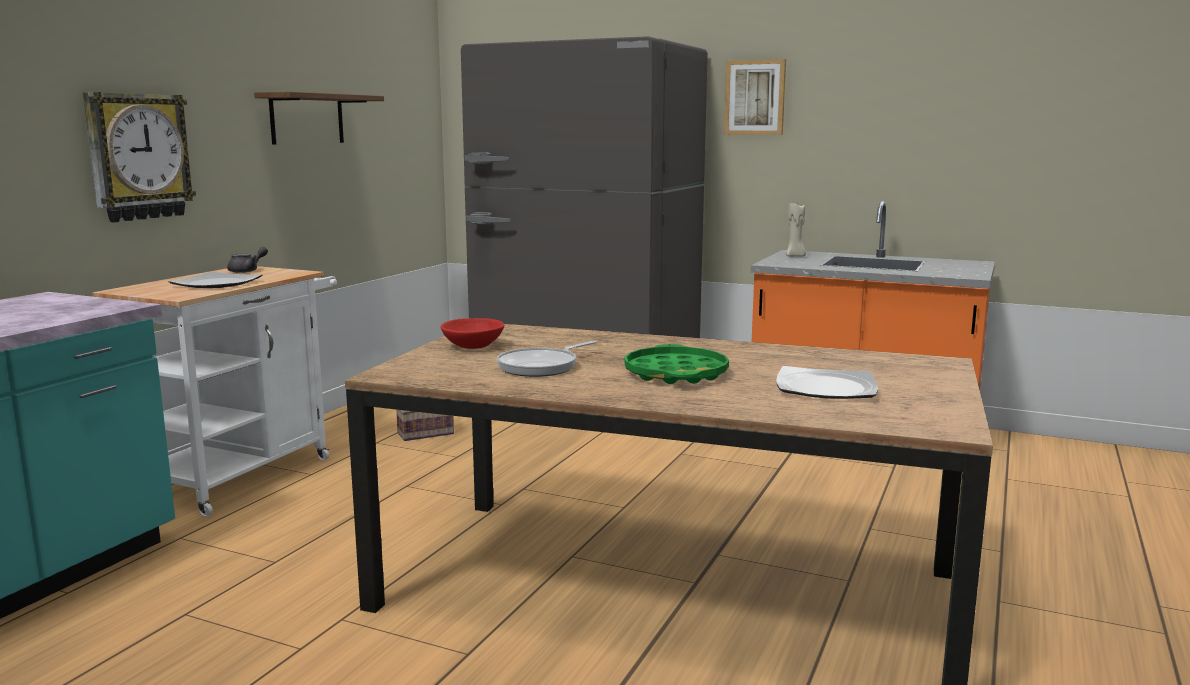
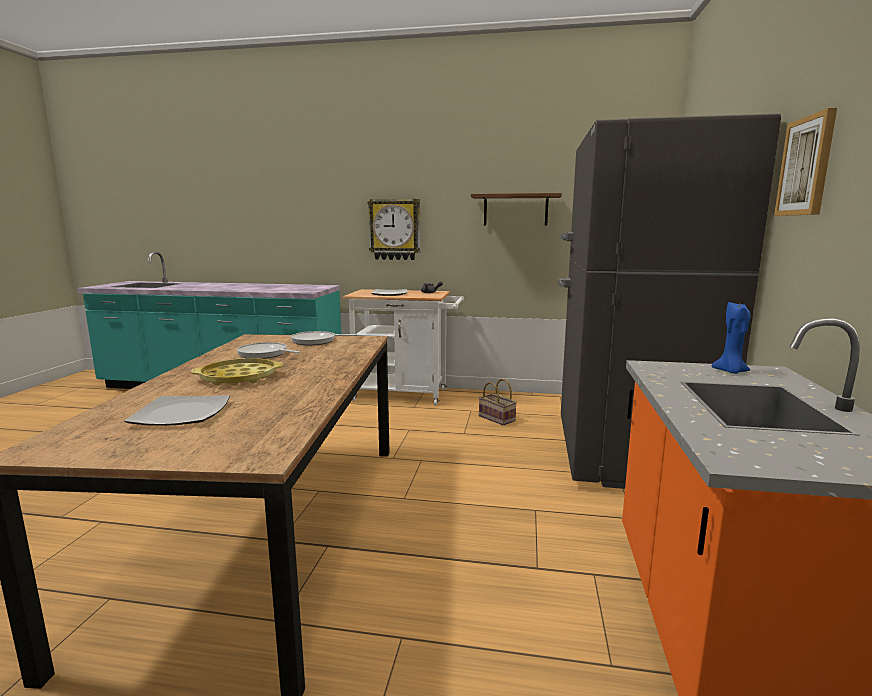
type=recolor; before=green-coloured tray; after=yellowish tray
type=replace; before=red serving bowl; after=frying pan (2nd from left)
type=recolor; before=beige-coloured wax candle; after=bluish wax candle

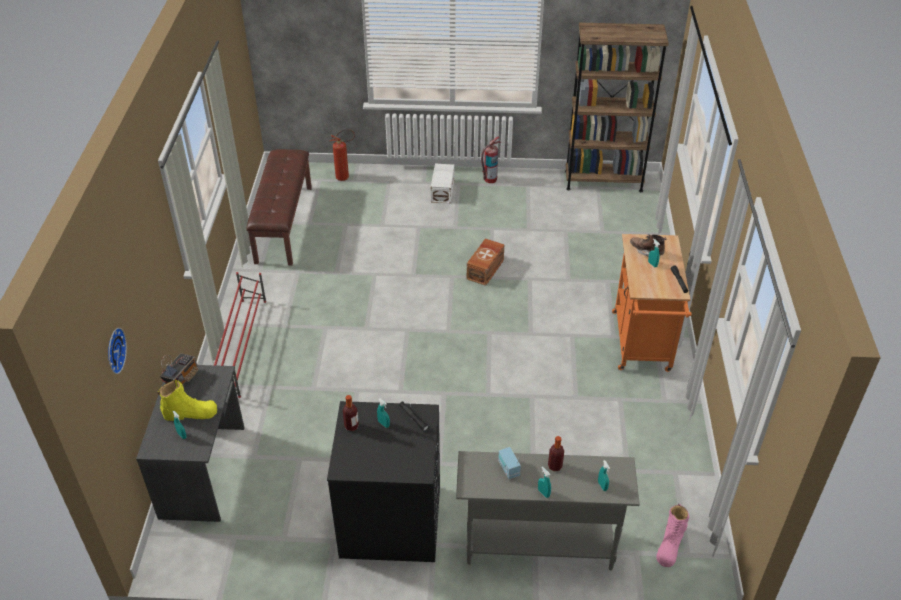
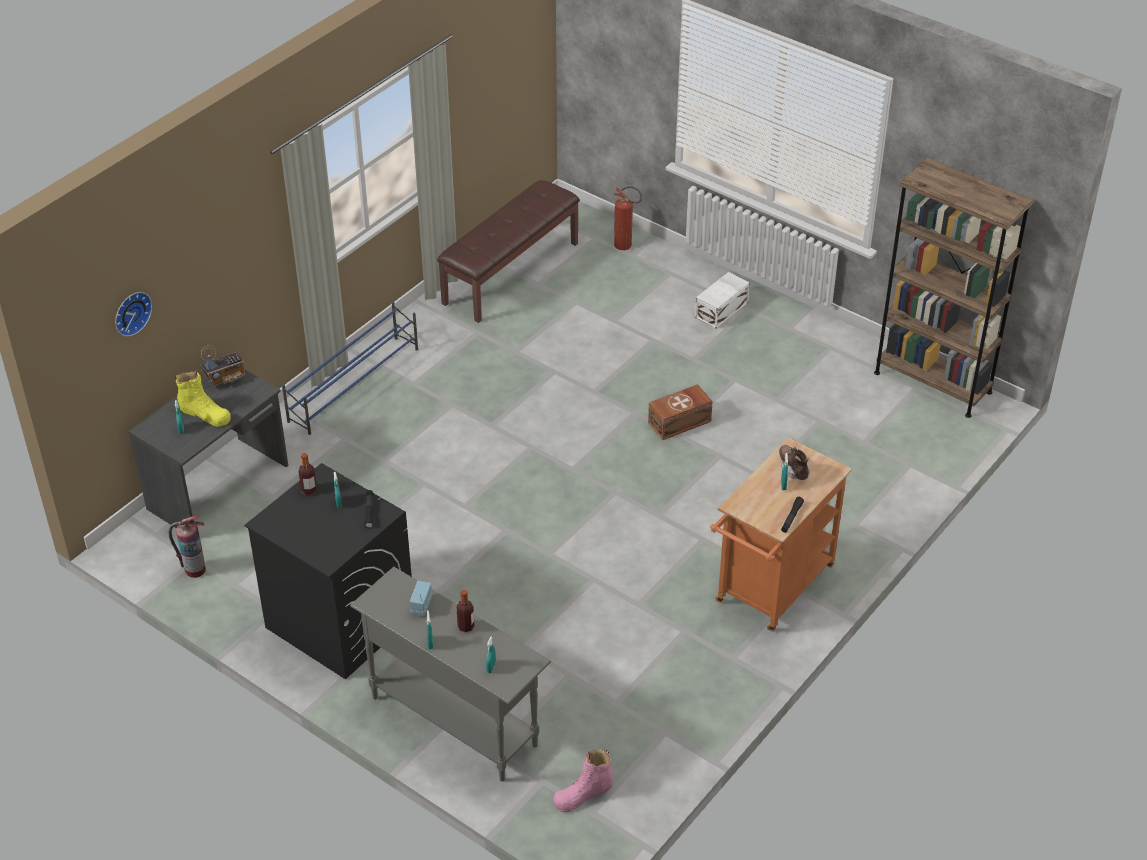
type=move; before=extinguisher (2nd from left in the first image); after=extinguisher (1st from left)
type=recolor; before=red shoe stand; after=bluish shoe stand

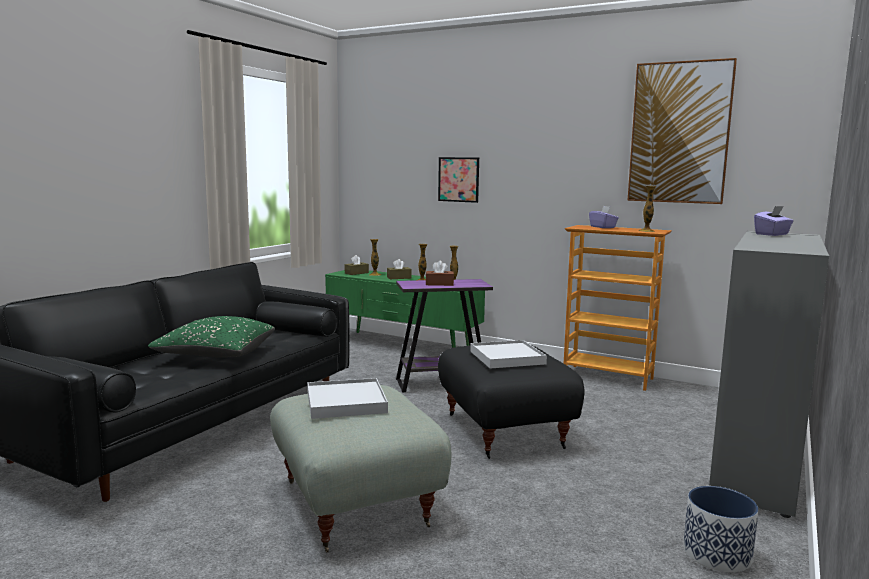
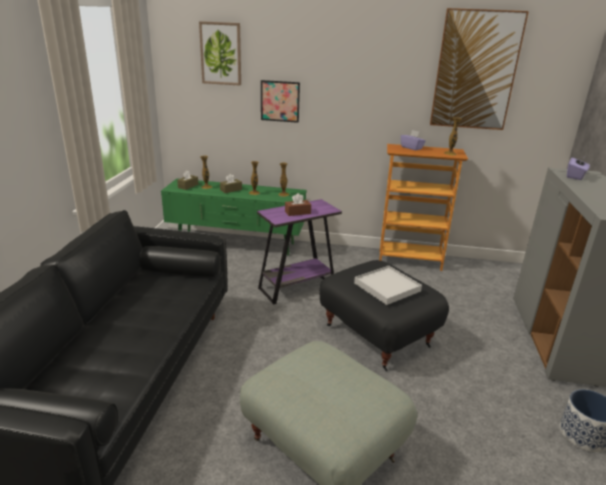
type=insert; after=picture (1st from left)
type=delete; before=green-coloured throw pillow
type=delete; before=white-coloured tray (1st from left)

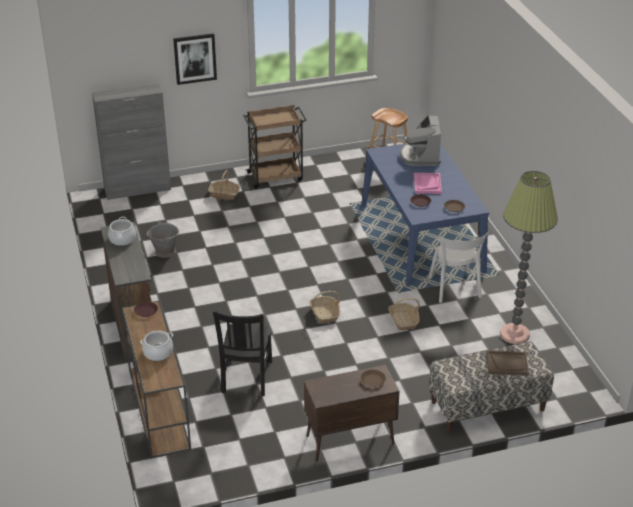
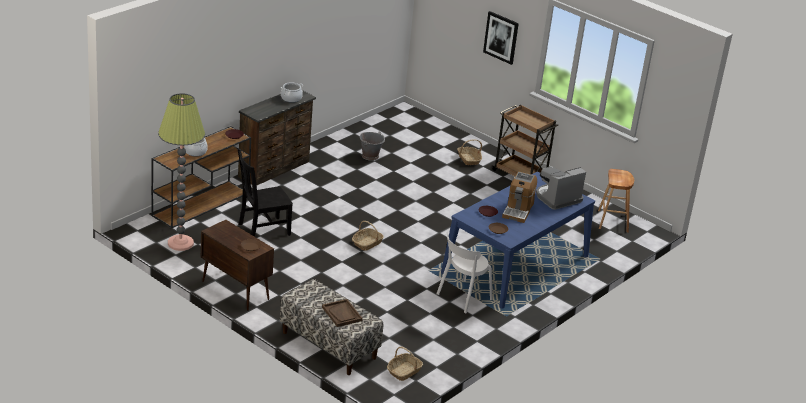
type=move; before=standing lamp
type=move; before=storage basket (3rd from left in the first image); after=storage basket (2nd from left)
type=replace; before=pink tray; after=coffee machine (1st from left)
type=delete; before=gray cabinet

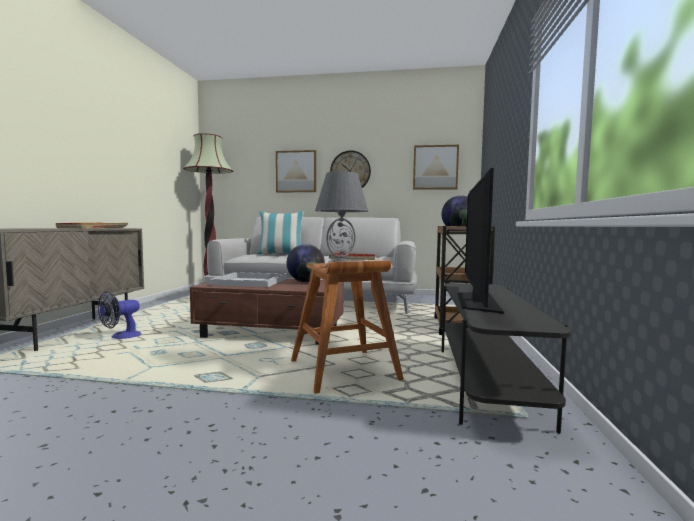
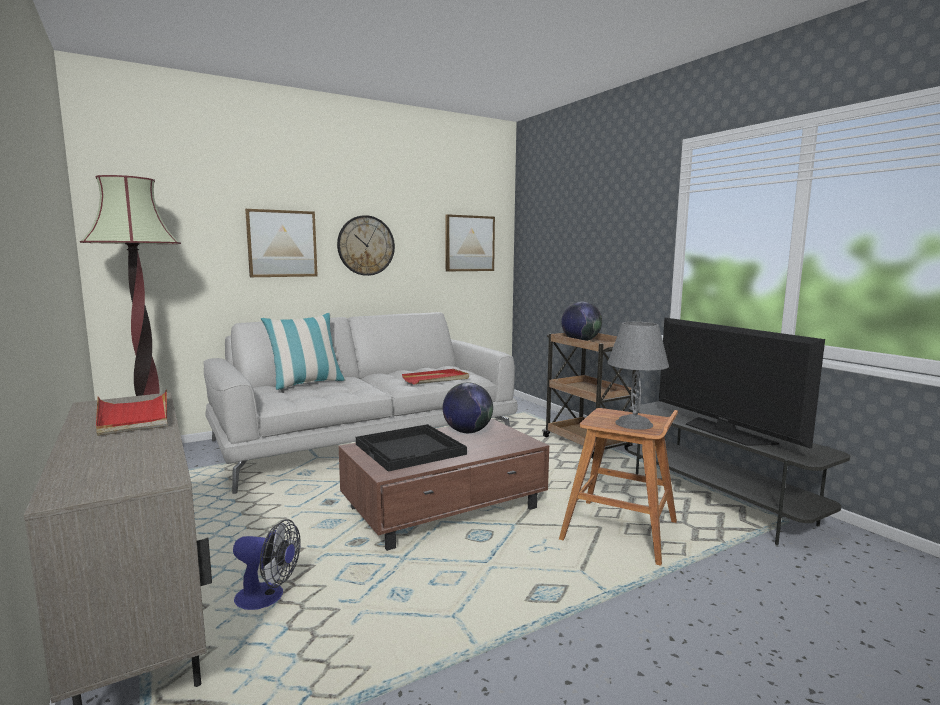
type=rotate; before=electric fan; turn=-75
type=recolor; before=white-coloured tray; after=black-coloured tray

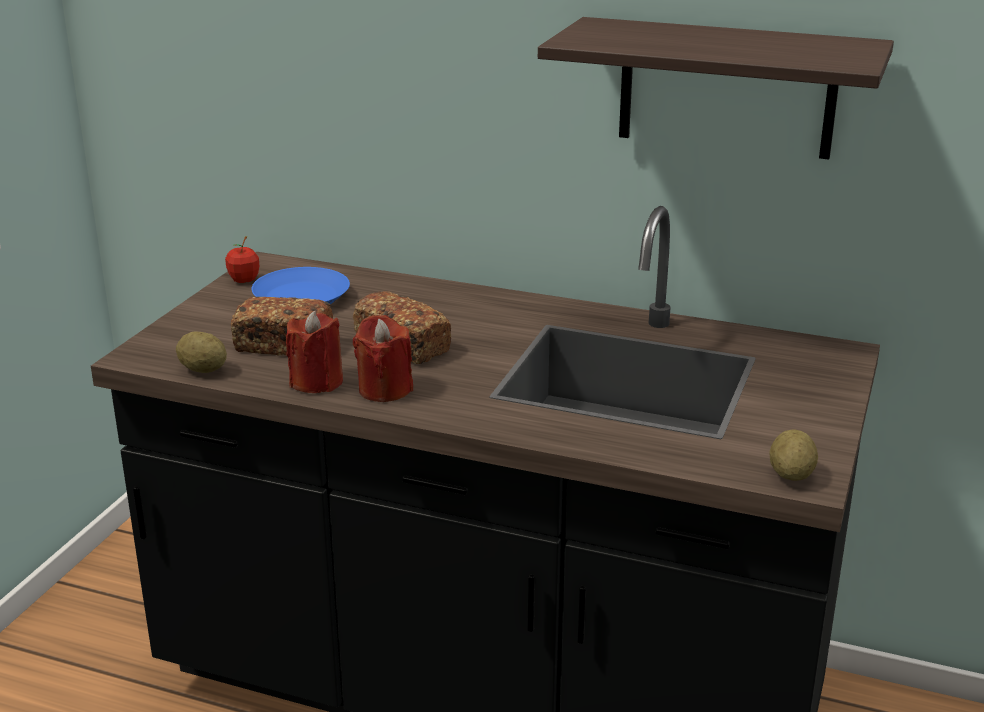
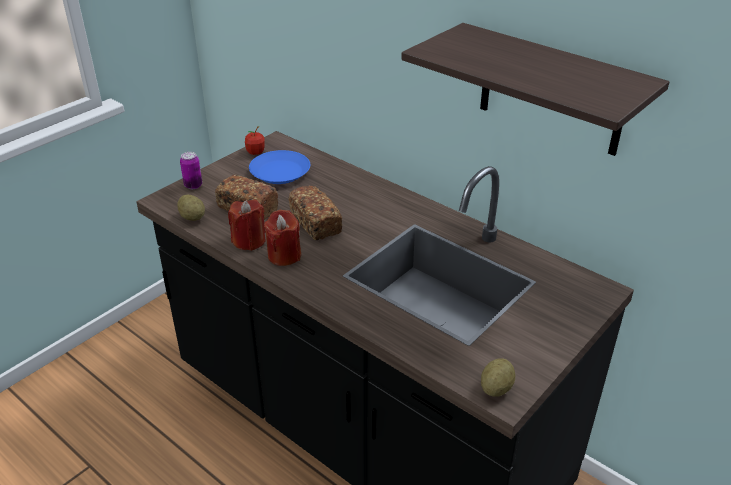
type=insert; after=can

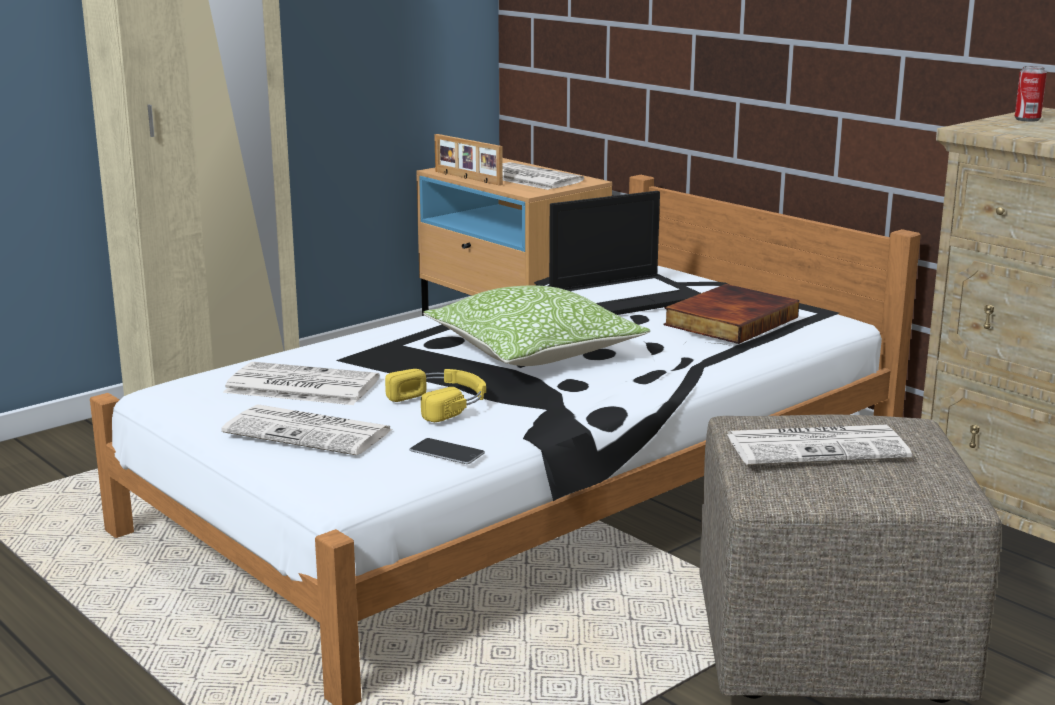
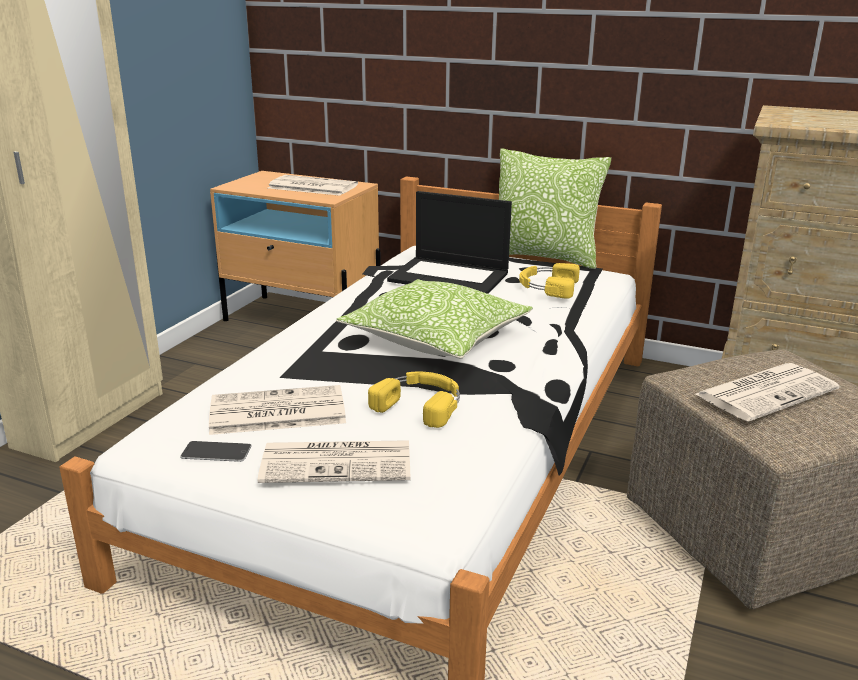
type=move; before=telephone
type=rotate; before=notebook computer; turn=75
type=insert; after=throw pillow (2nd from left)
type=replace; before=book; after=yellowish headset (2nd from left)
type=delete; before=photo frame
type=delete; before=can

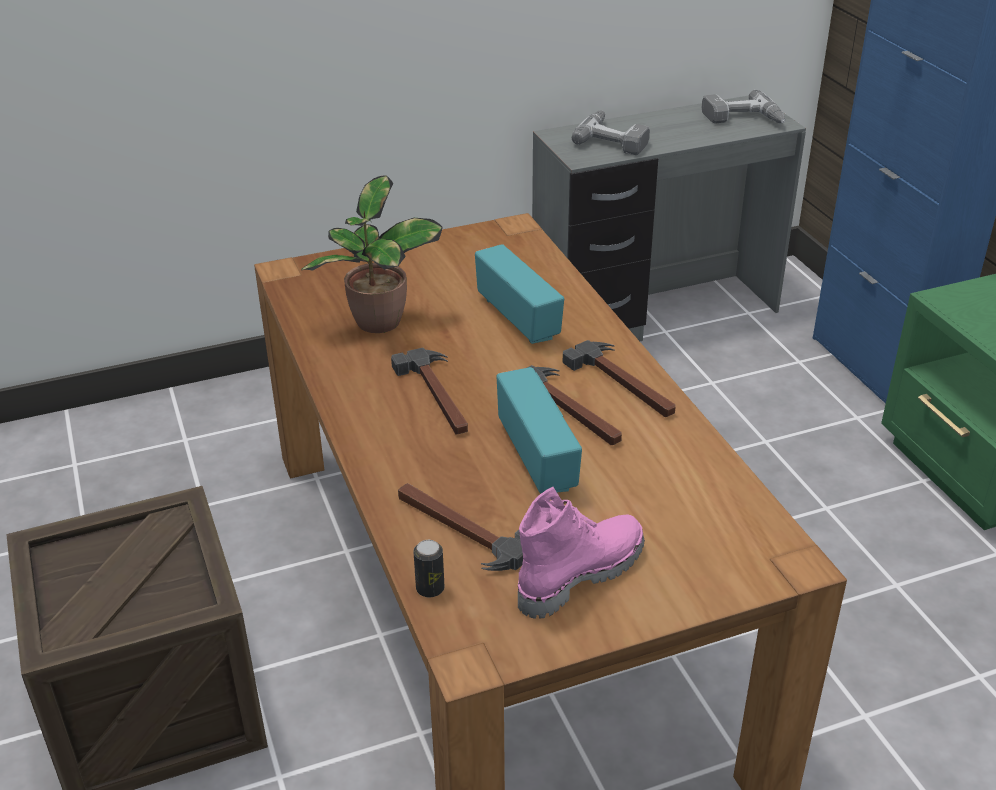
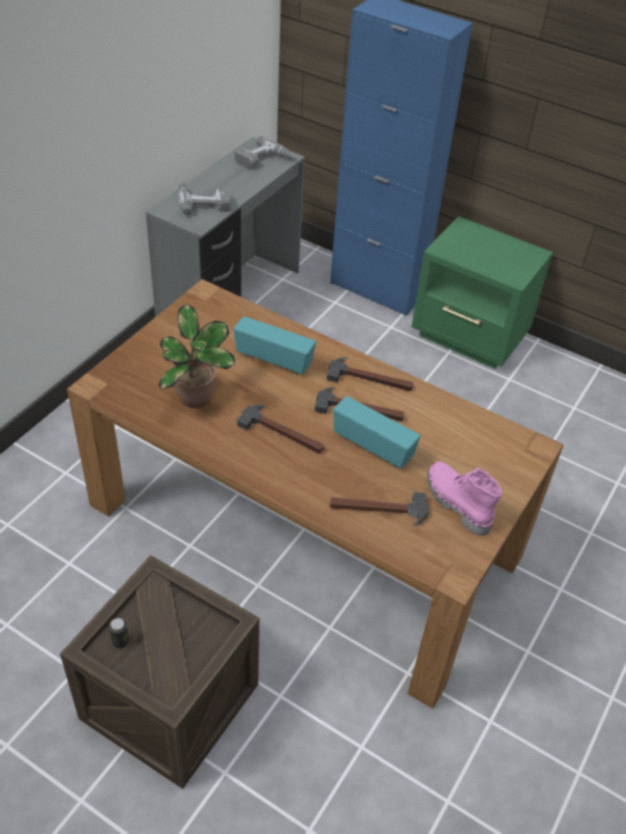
type=move; before=can
type=rotate; before=pink high-top boot; turn=-45

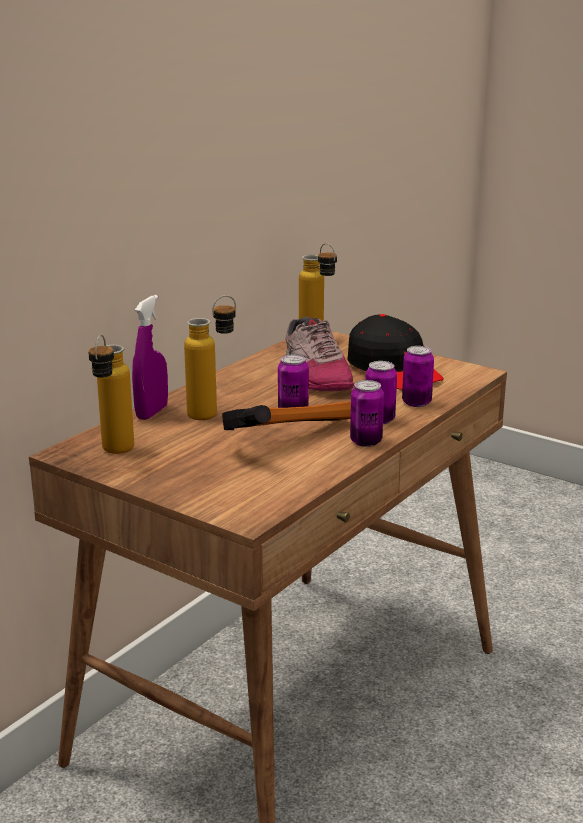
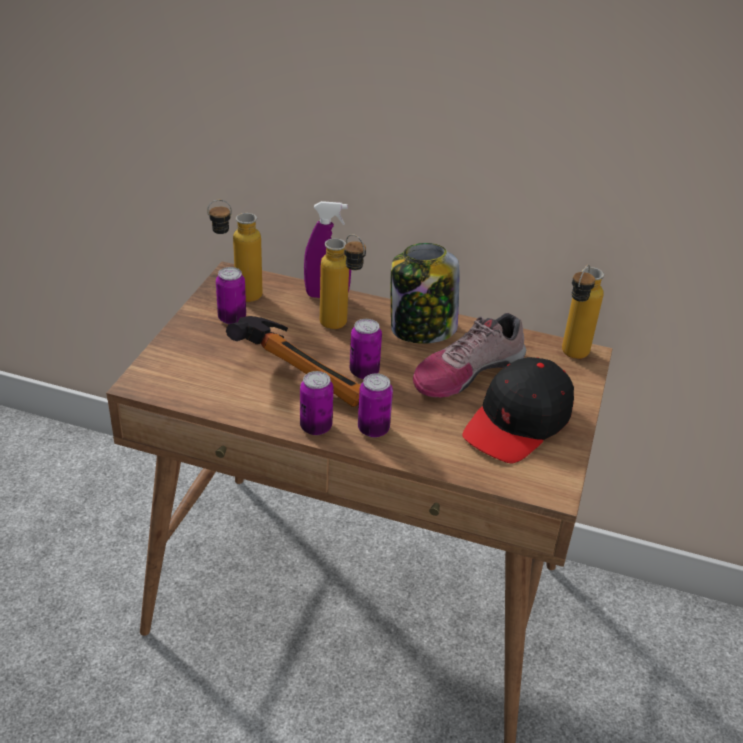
type=move; before=can (4th from left in the first image); after=can (1st from left)
type=insert; after=jar

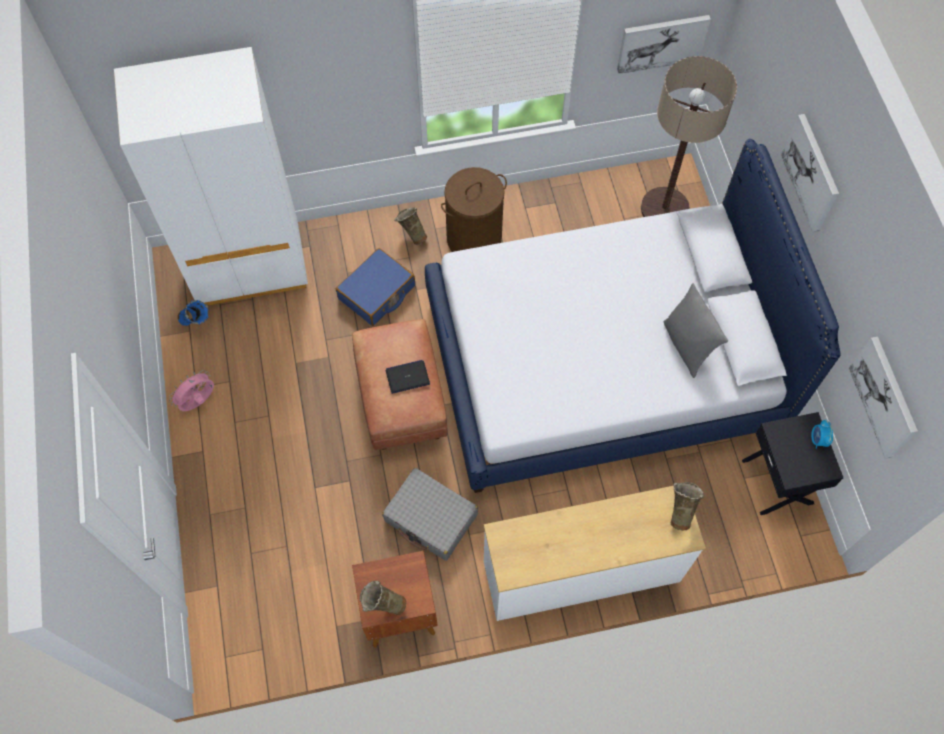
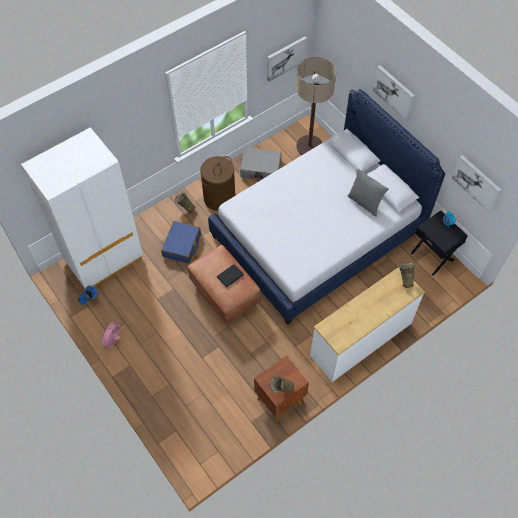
type=move; before=gray piece of luggage

